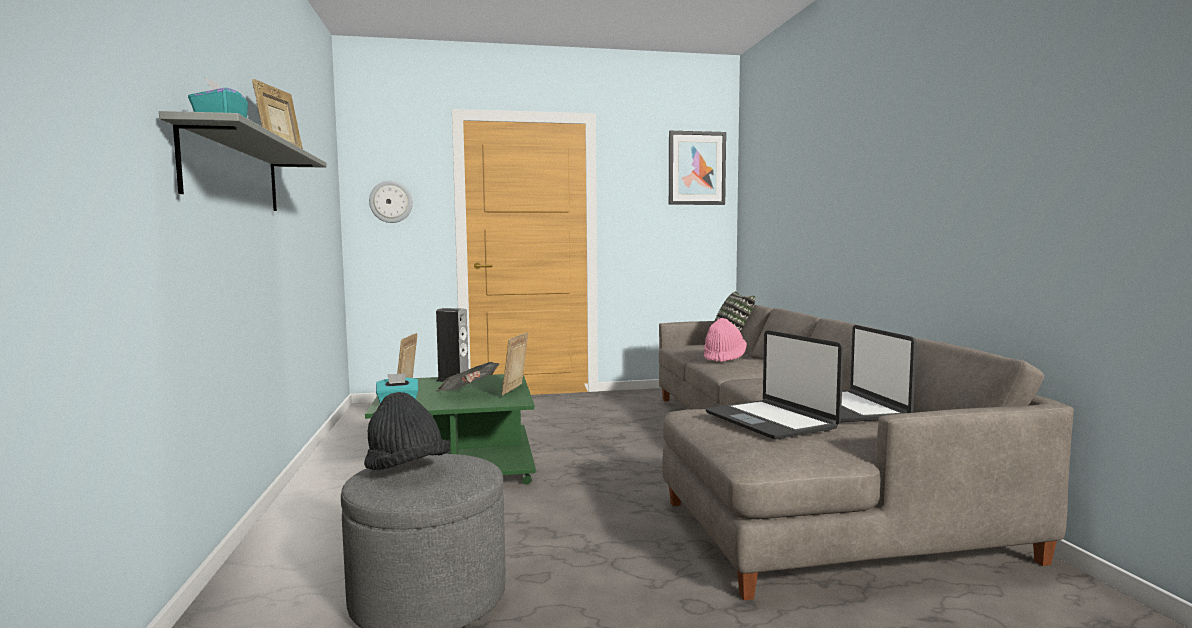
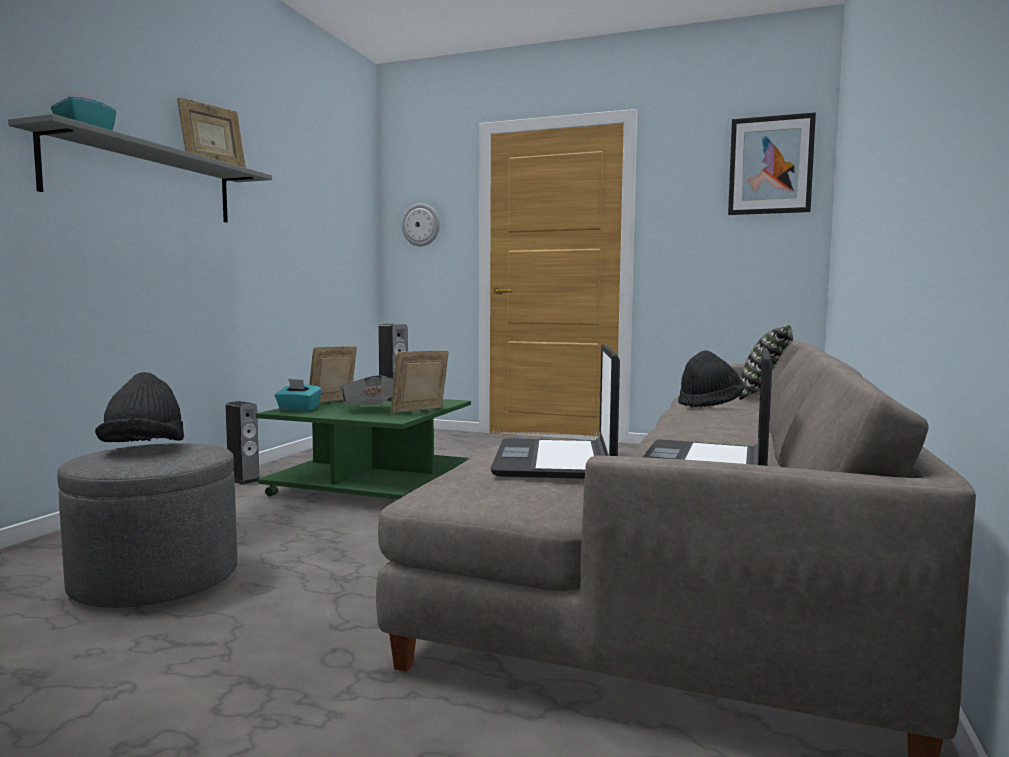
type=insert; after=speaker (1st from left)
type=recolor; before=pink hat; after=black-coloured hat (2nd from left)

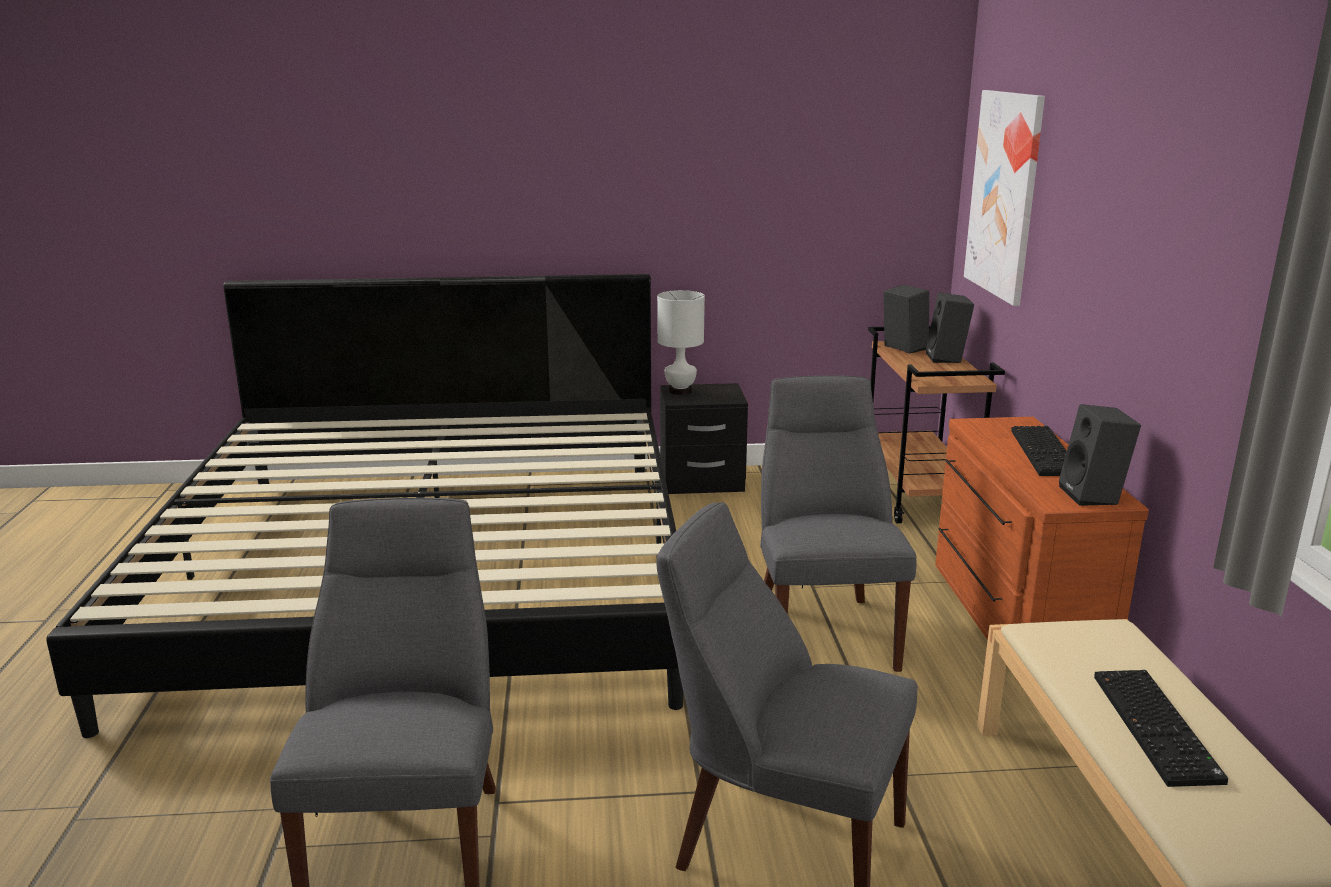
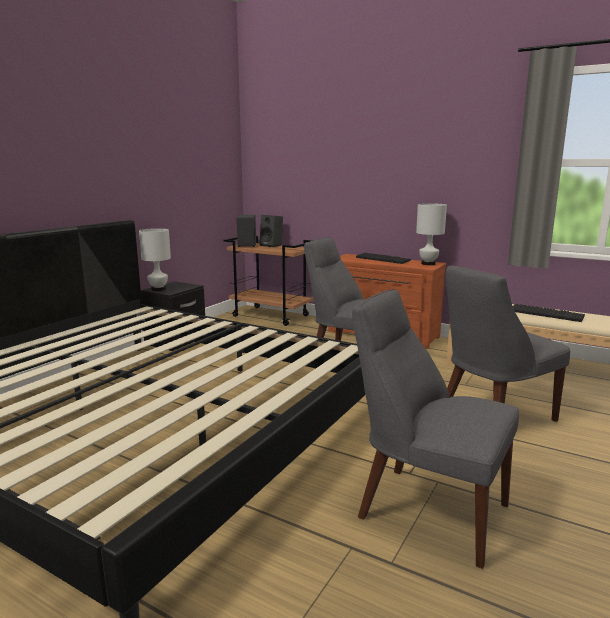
type=replace; before=black-coloured speaker (3rd from left); after=white-coloured table lamp (2nd from left)
type=delete; before=picture

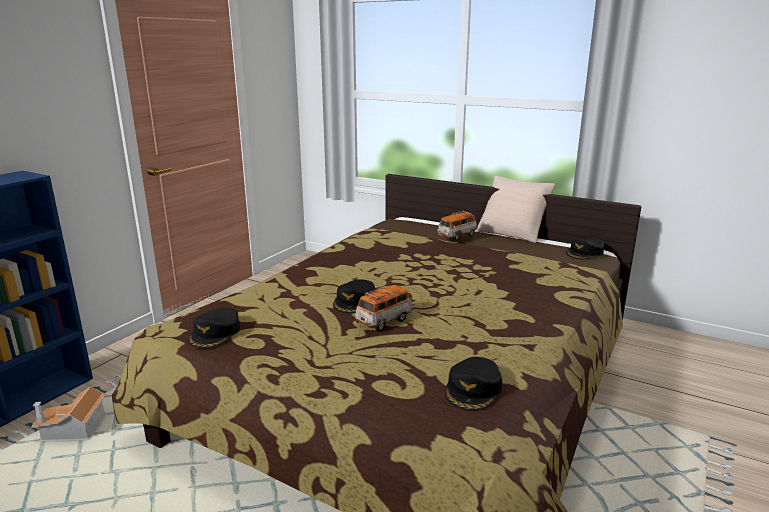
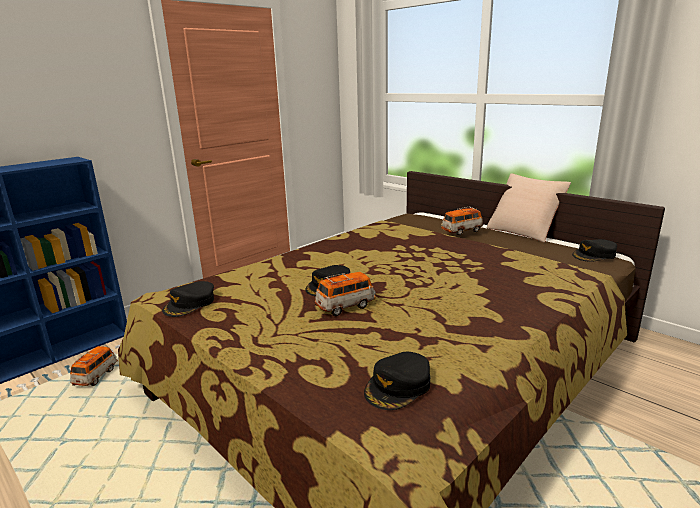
type=replace; before=miniature house; after=toy car (1st from left)

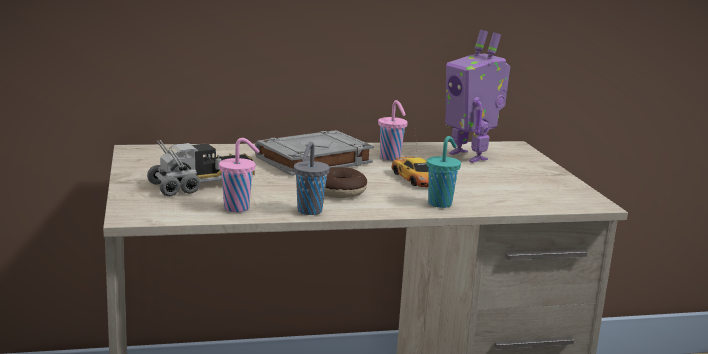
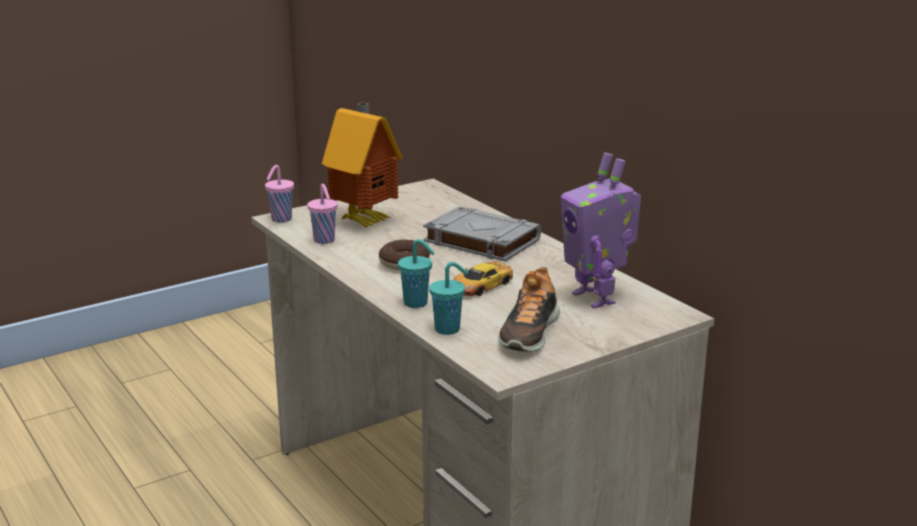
type=move; before=pink drinking cup (2nd from left in the first image); after=pink drinking cup (1st from left)
type=replace; before=toy lorry; after=miniature house
type=insert; after=blue-green drinking cup (2nd from left)
type=insert; after=low shoe
type=rotate; before=toy robot; turn=-60
type=delete; before=gray drinking cup

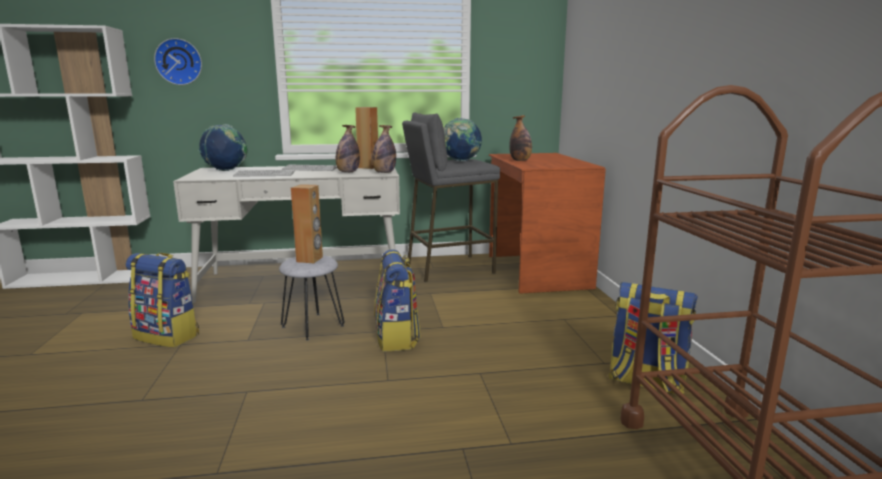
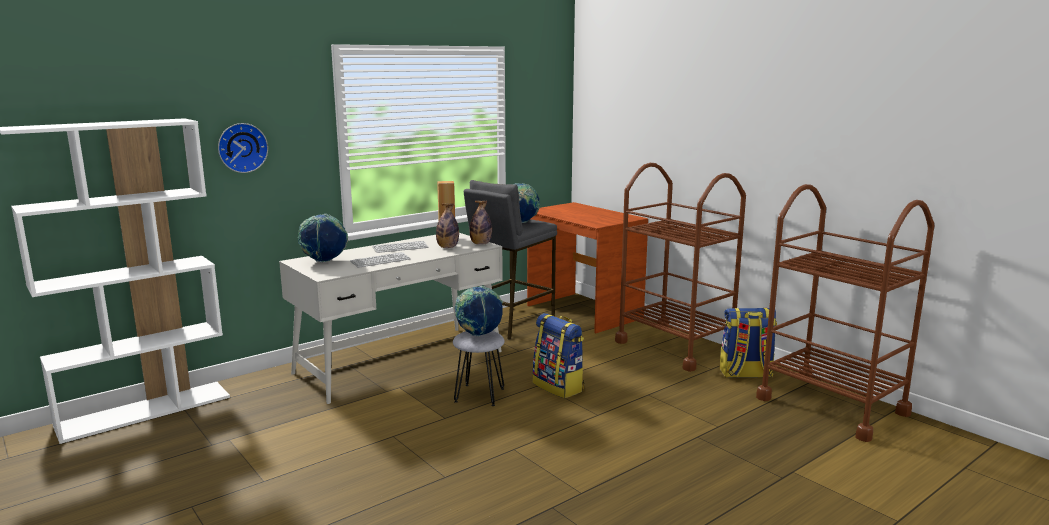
type=replace; before=brown speaker (1st from left); after=world globe (2nd from left)
type=insert; after=brown wheeled cart (1st from left)
type=delete; before=rucksack (1st from left)
type=delete; before=bottle (3rd from left)

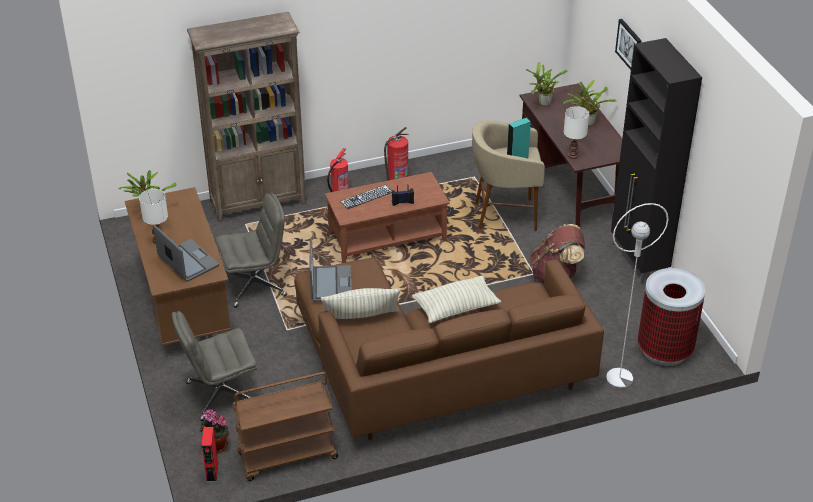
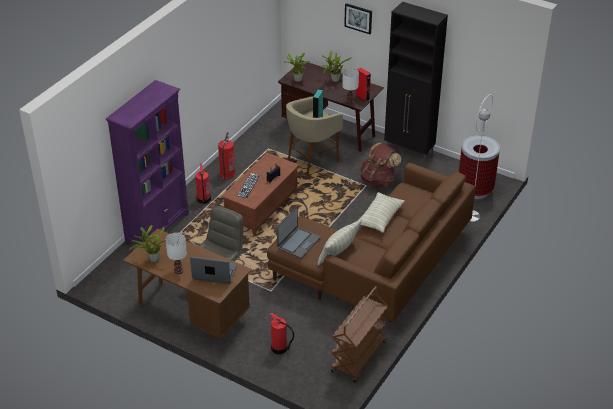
type=recolor; before=brown bookshelf; after=purple-coloured bookshelf
type=replace; before=gray office chair (1st from left); after=extinguisher (3rd from left)
type=rotate; before=notebook computer (2nd from left); turn=75
type=move; before=red speaker
type=delete; before=potted plant (2nd from left)

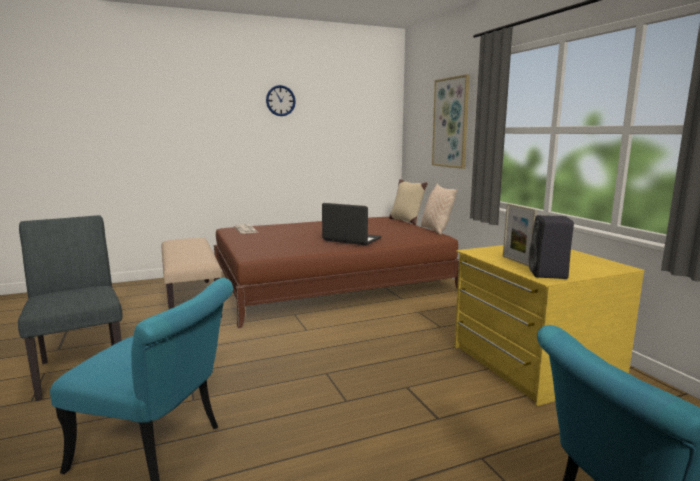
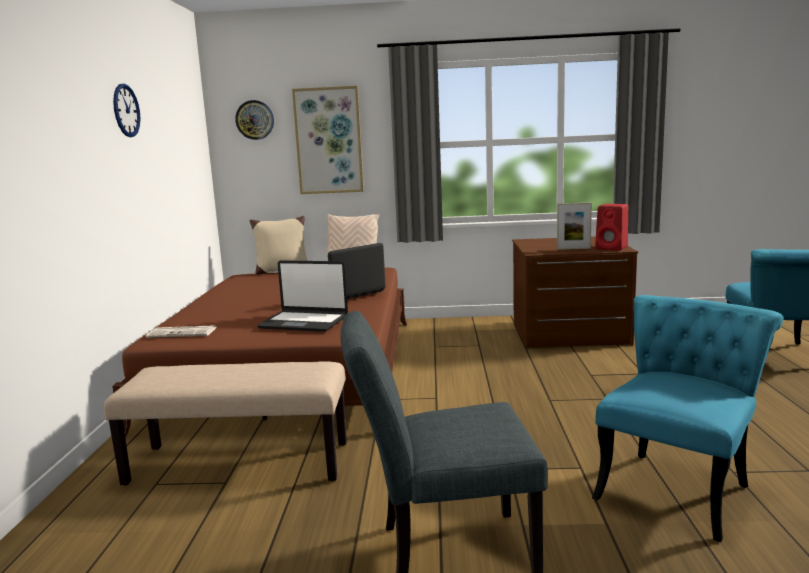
type=insert; after=hanging clock (2nd from left)
type=insert; after=notebook computer (1st from left)
type=recolor; before=yellowish chest of drawers; after=brown chest of drawers
type=recolor; before=black-coloured speaker; after=red speaker

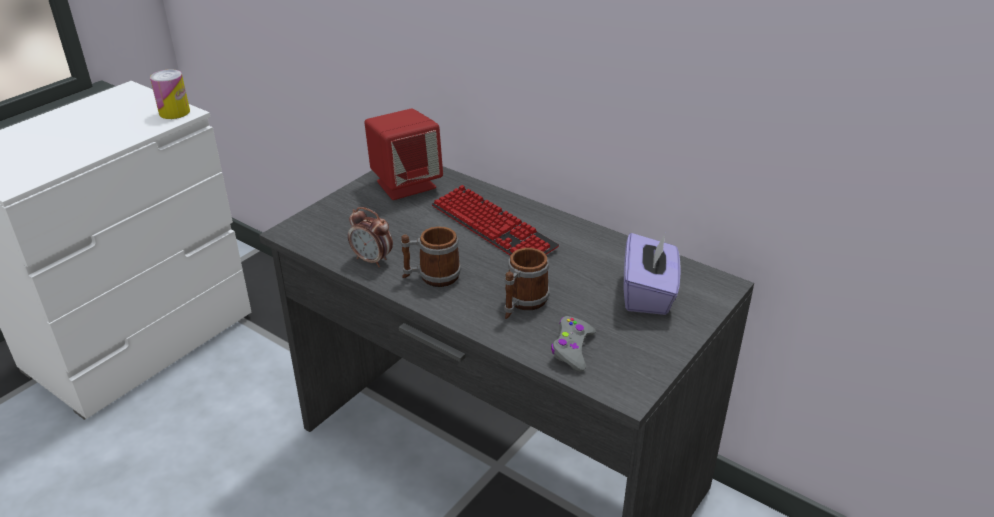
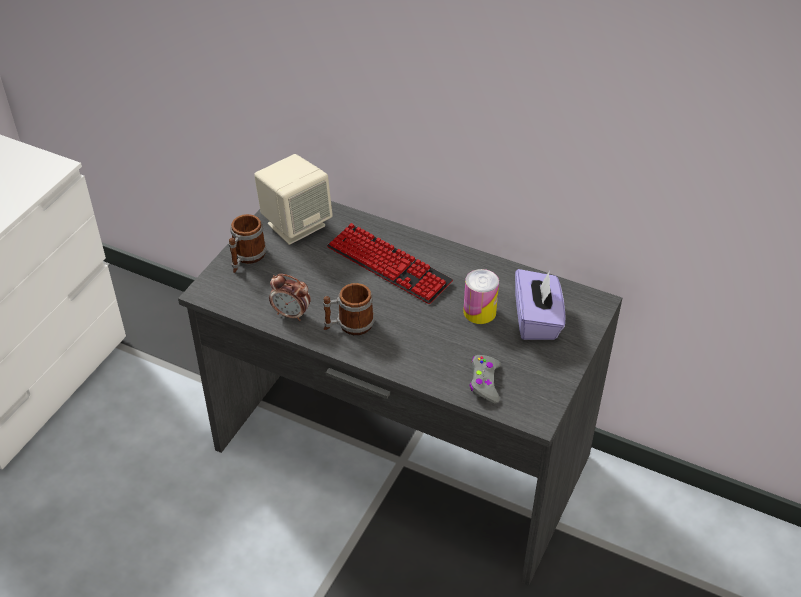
type=move; before=mug (2nd from left in the first image); after=mug (1st from left)
type=recolor; before=red speaker; after=beige-coloured speaker
type=move; before=can

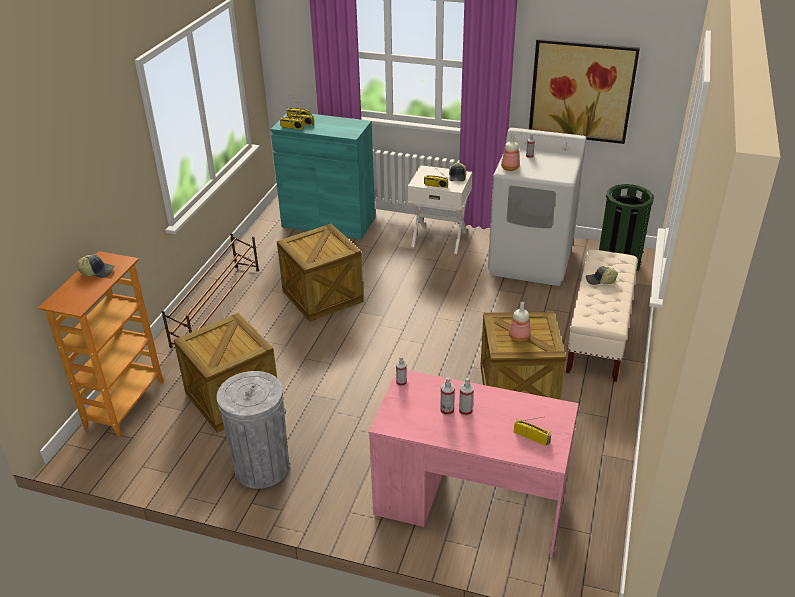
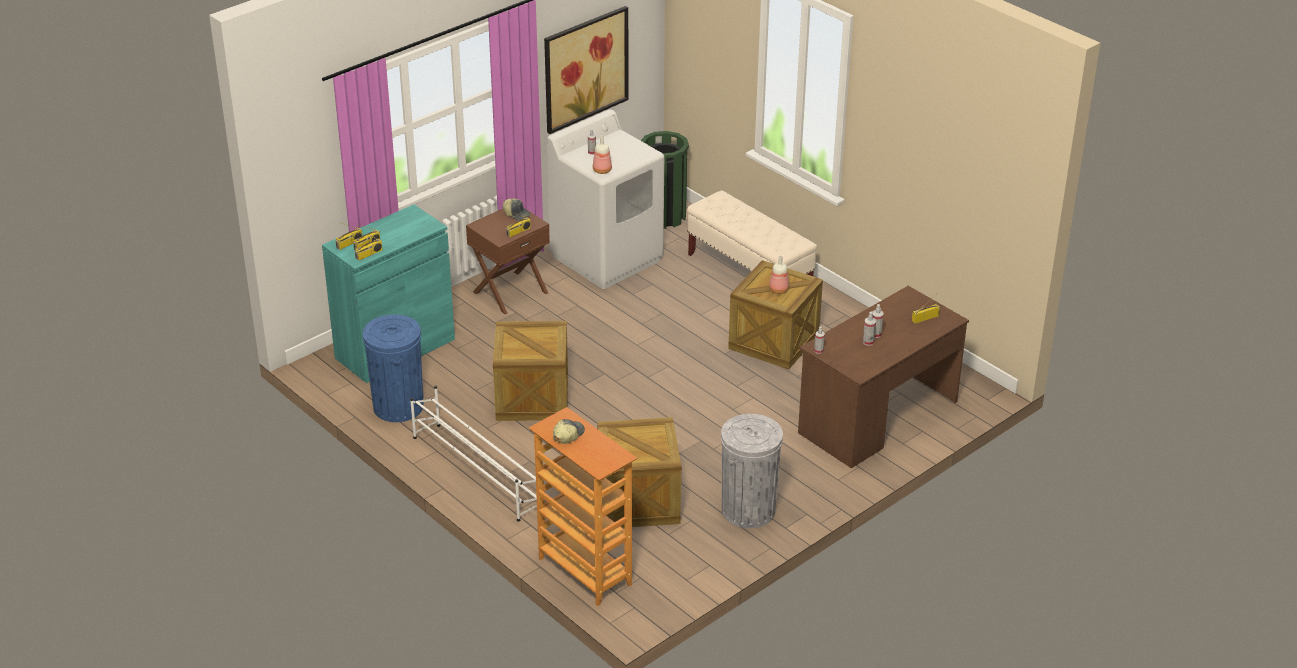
type=insert; after=bluish waste bin
type=recolor; before=brown shoe stand; after=white-coloured shoe stand
type=recolor; before=white-coloured nightstand; after=brown nightstand
type=recolor; before=pink desk; after=brown desk
type=delete; before=baseball cap (3rd from left)

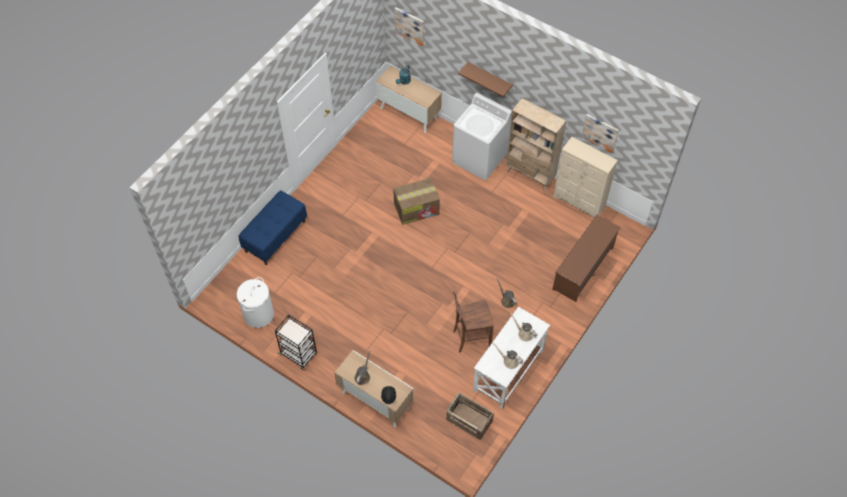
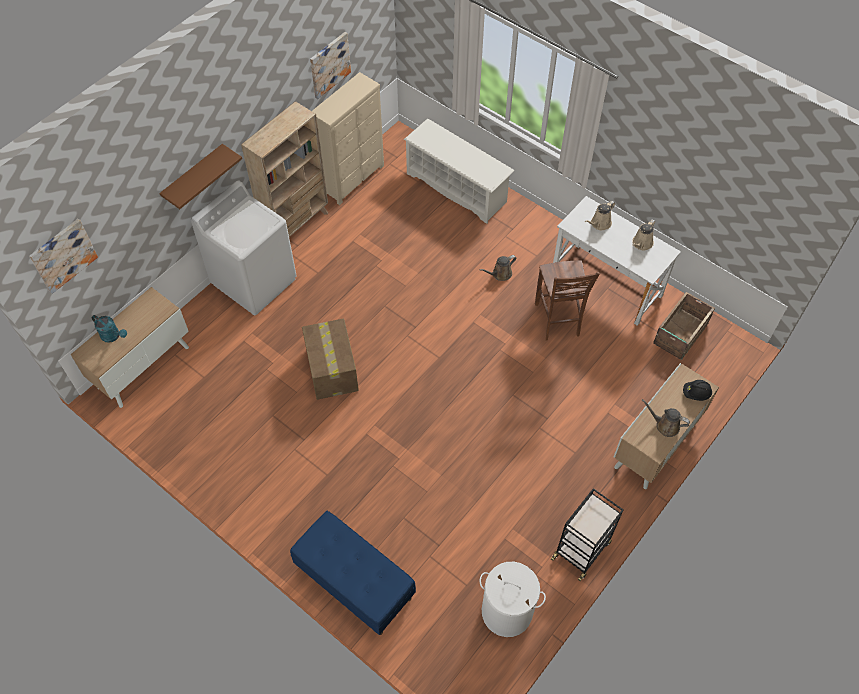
type=recolor; before=brown shoe stand; after=white-coloured shoe stand

